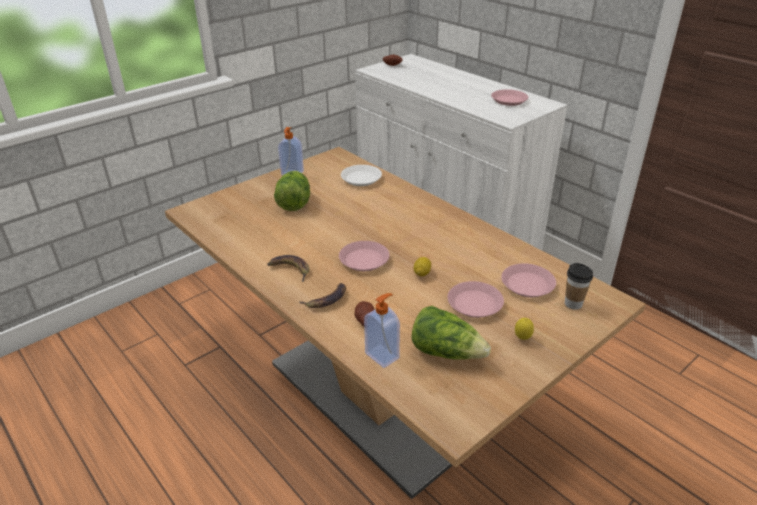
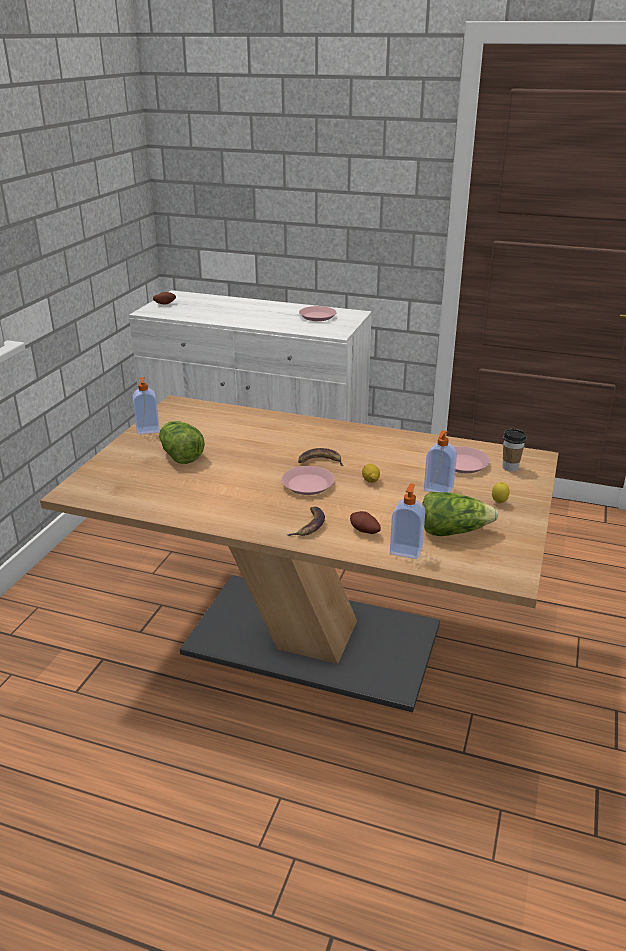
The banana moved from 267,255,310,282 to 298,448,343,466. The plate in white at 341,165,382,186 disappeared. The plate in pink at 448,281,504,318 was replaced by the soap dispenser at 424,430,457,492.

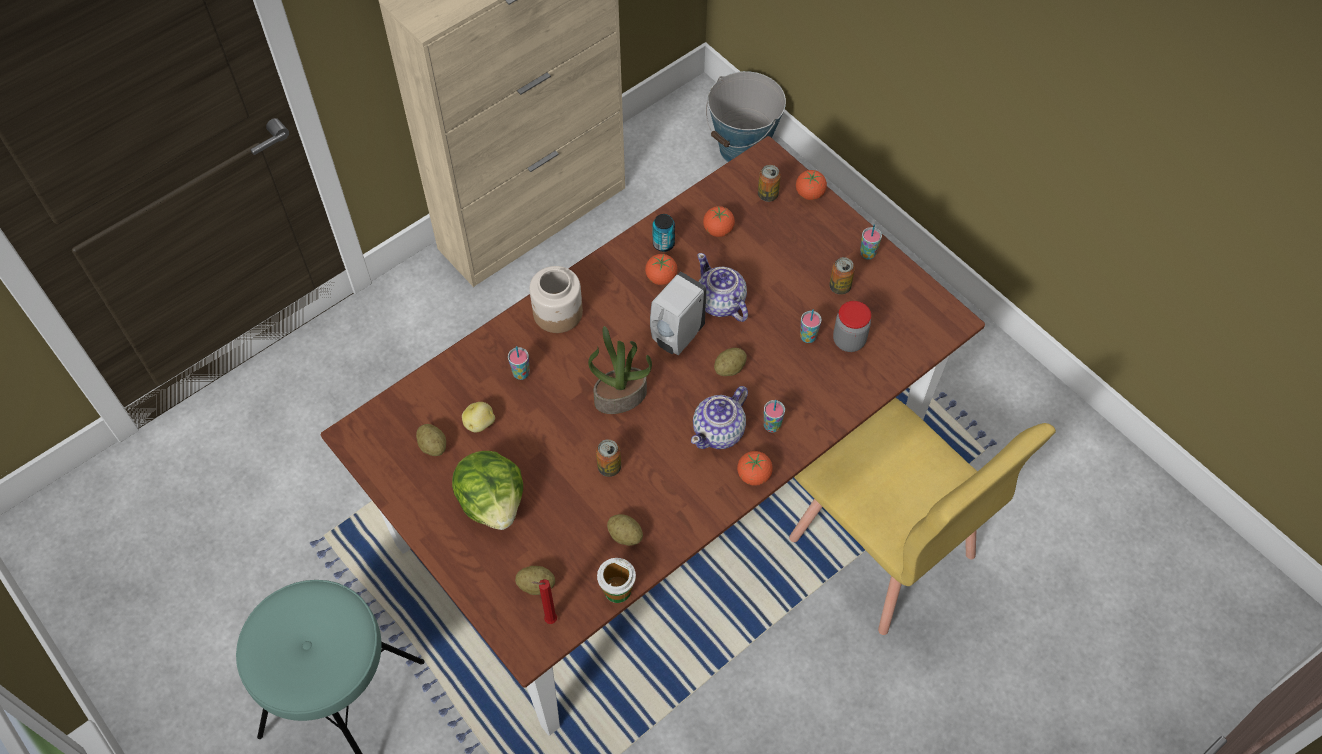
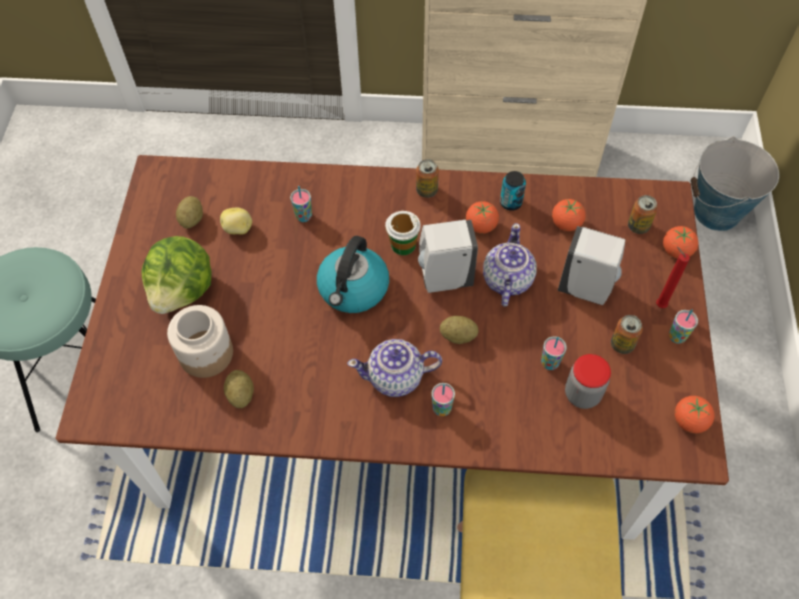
The potato at 515,566,555,595 disappeared. The jar moved from 530,266,583,333 to 167,305,233,378. The candle in red moved from 532,579,557,624 to 656,246,690,308. The potted plant at 588,326,652,414 was replaced by the kettle at 317,236,389,313. The can moved from 596,439,621,477 to 416,159,439,198. The cup moved from 597,558,636,603 to 385,211,421,255. The tomato moved from 737,451,773,486 to 675,396,714,433. The soap dispenser in white at 558,226,625,305 appeared.

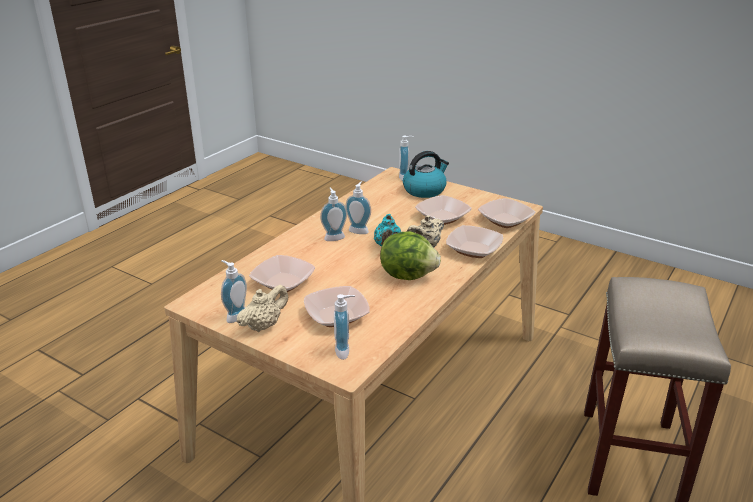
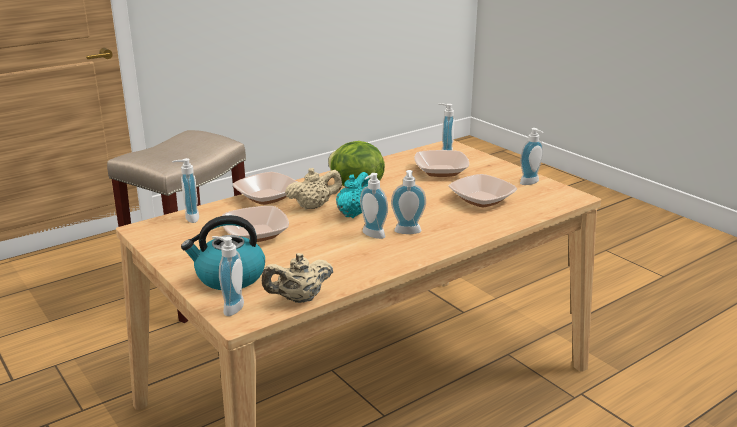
The teapot in beige moved from 237,285,288,332 to 262,253,333,303. The bowl at 478,198,535,228 was replaced by the soap dispenser at 172,158,199,223.

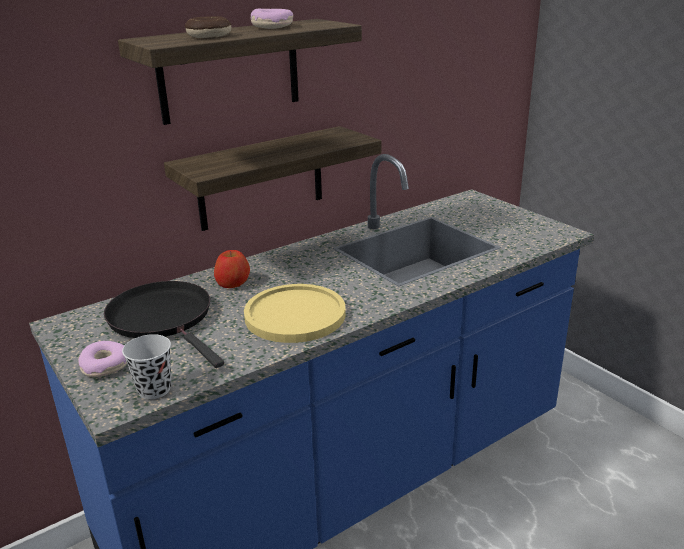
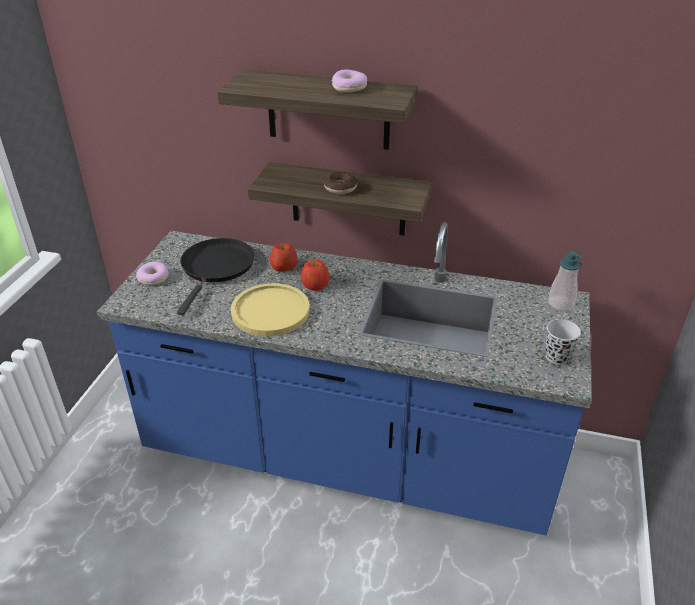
The cup in black moved from 122,334,171,399 to 545,319,581,365. The donut moved from 185,16,231,38 to 324,172,357,194. The apple at 301,259,330,291 appeared. The soap dispenser at 548,251,583,311 appeared.

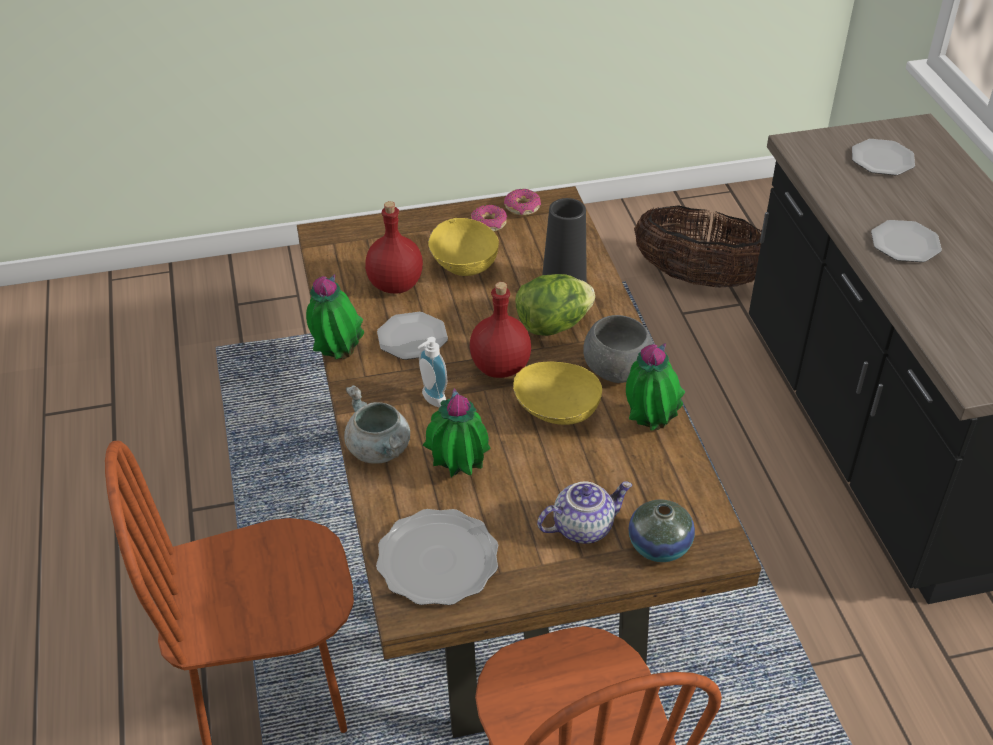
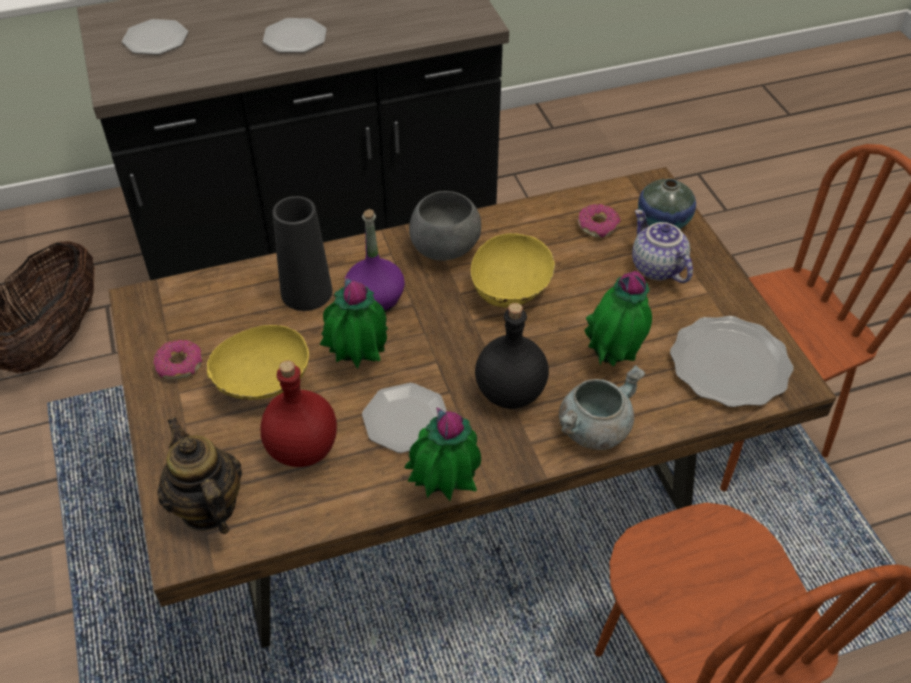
The soap dispenser at 418,337,447,408 was replaced by the bottle in black at 475,303,549,409. The bottle in red at 470,282,531,378 disappeared. The donut moved from 504,189,541,216 to 578,204,621,238. The lettuce at 515,274,595,336 was replaced by the bottle in purple at 344,209,405,312. The potted plant moved from 626,343,685,430 to 320,276,388,369. The teapot at 157,417,242,534 appeared.

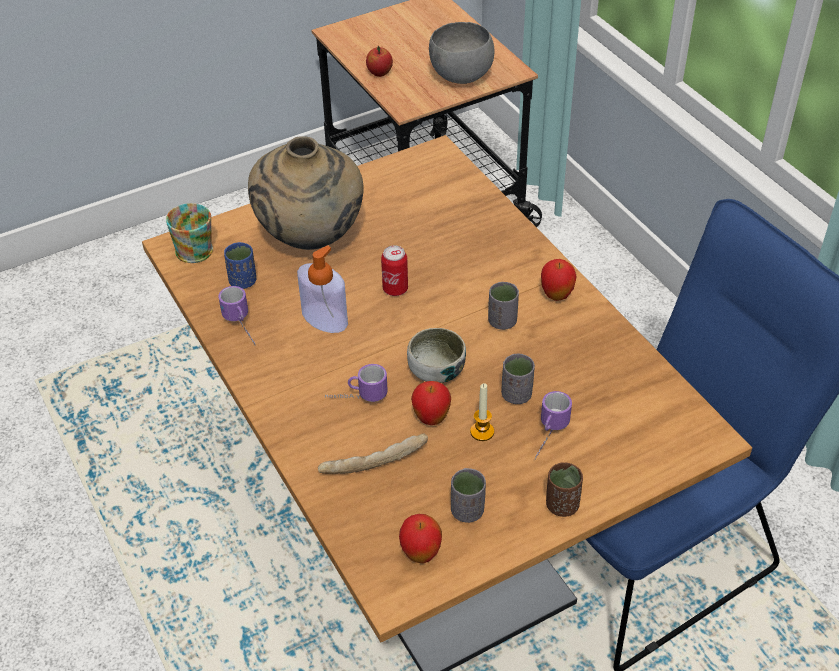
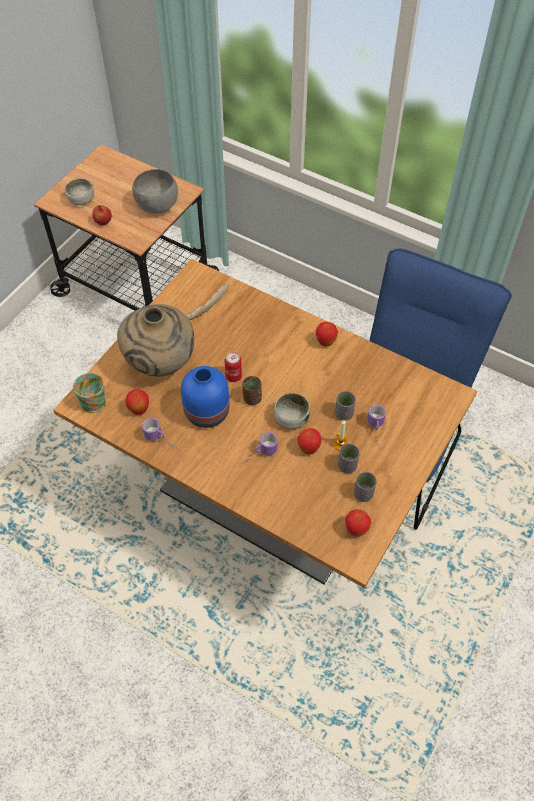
The cup in blue at 224,242,256,289 was replaced by the apple at 125,389,149,415. The soap dispenser at 297,245,348,333 was replaced by the vase in blue at 181,366,230,428. The bread moved from 318,433,428,474 to 186,283,229,320. The cup in grey moved from 488,282,519,330 to 338,444,360,473. The cup in brown moved from 546,462,583,517 to 242,376,262,405. The bowl at 65,178,94,205 appeared.

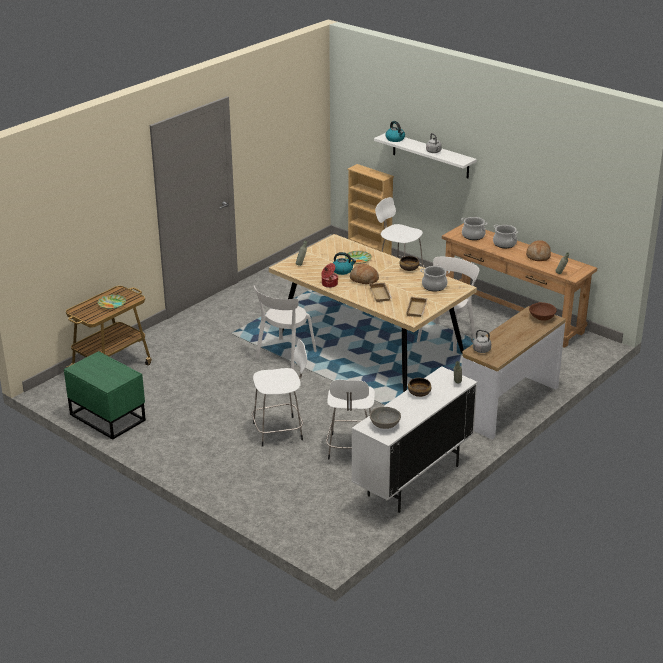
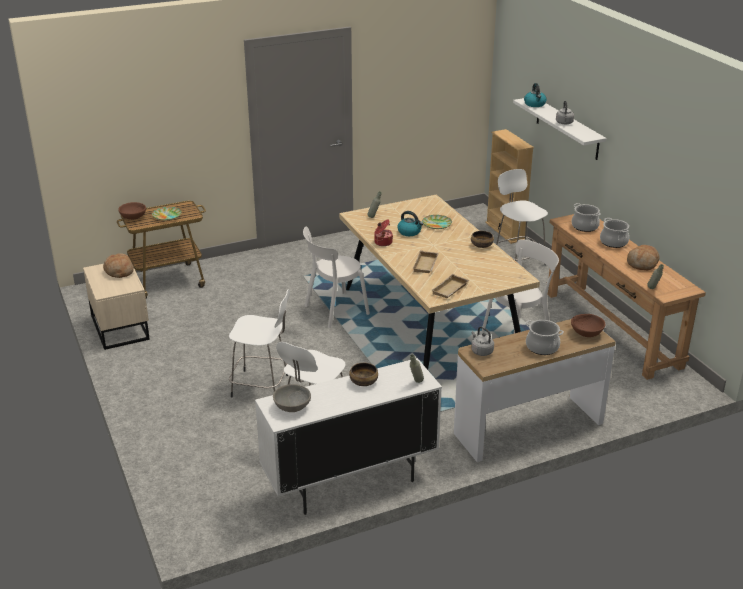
The nightstand in green at 64,351,146,439 became the nightstand in beige at 83,264,150,350. The bread moved from 350,263,379,284 to 103,253,134,278. The cooking pot moved from 420,266,450,292 to 526,320,564,355. The bowl in brown at 118,202,146,220 appeared.

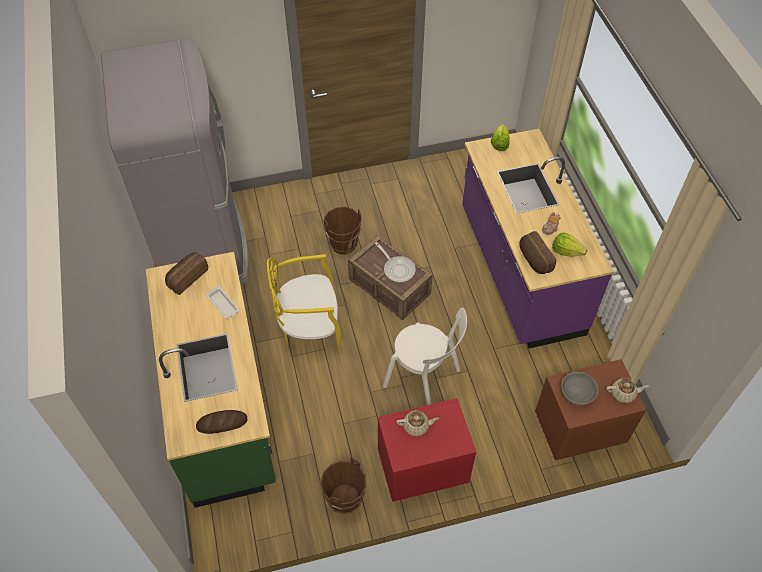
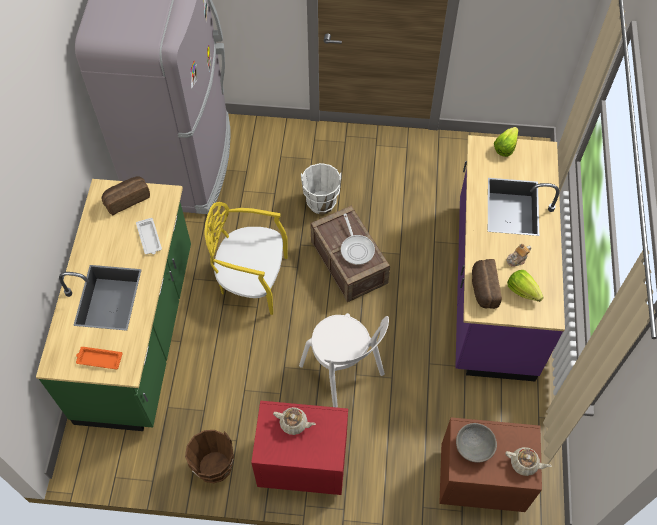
The bread at 196,410,248,434 was replaced by the tray in orange at 76,347,123,369. The bucket in brown at 324,206,361,255 became the bucket in white at 301,163,341,214.

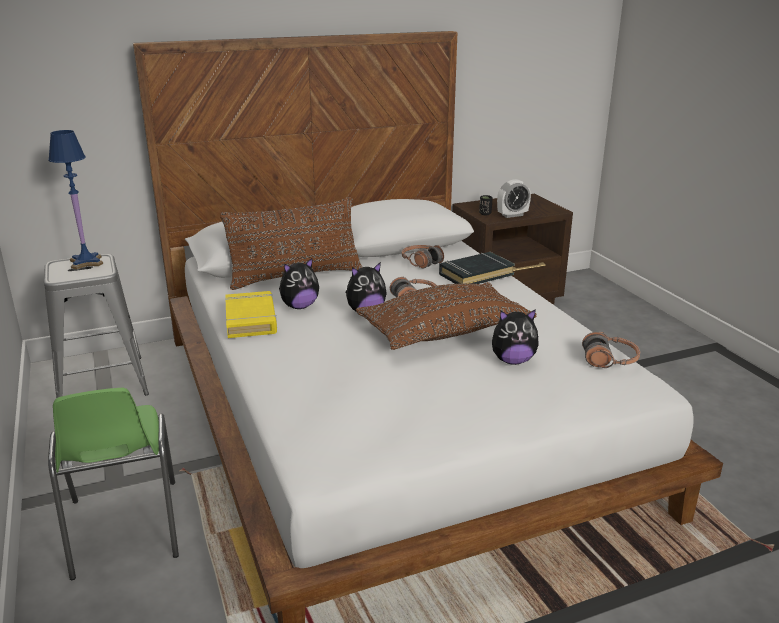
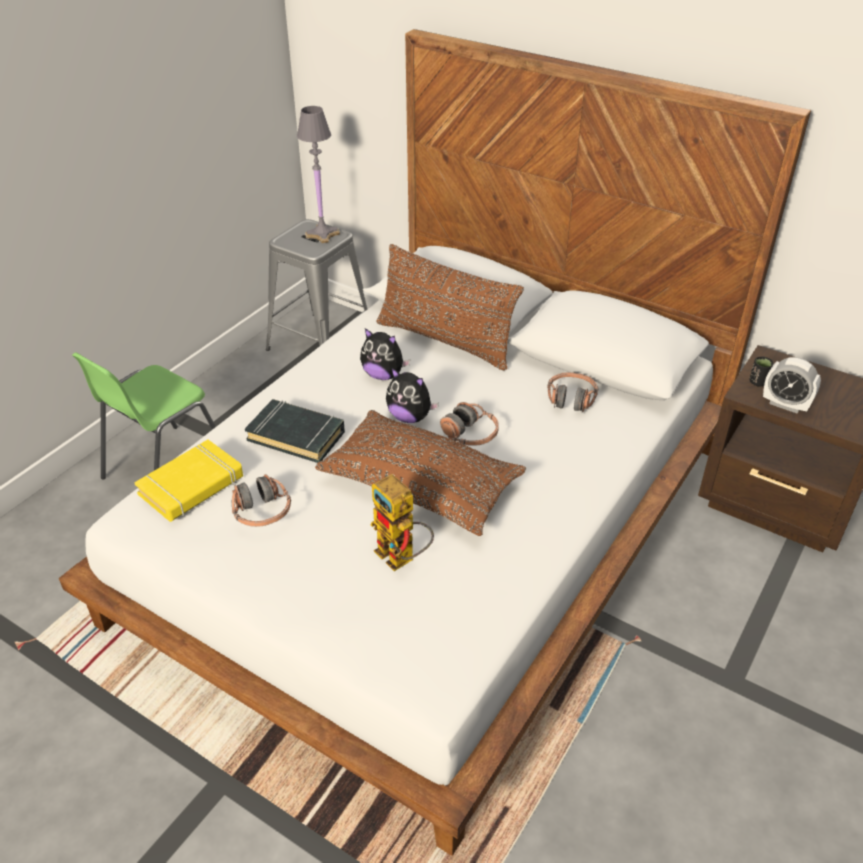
The table lamp in blue at 48,130,103,269 became the table lamp in grey at 297,106,340,243. The book in yellow moved from 225,291,277,338 to 134,440,243,522. The book in black moved from 439,252,515,284 to 245,399,345,463. The plush toy at 492,309,539,365 was replaced by the toy robot at 371,474,434,571. The headphones moved from 582,332,640,368 to 232,474,291,527.

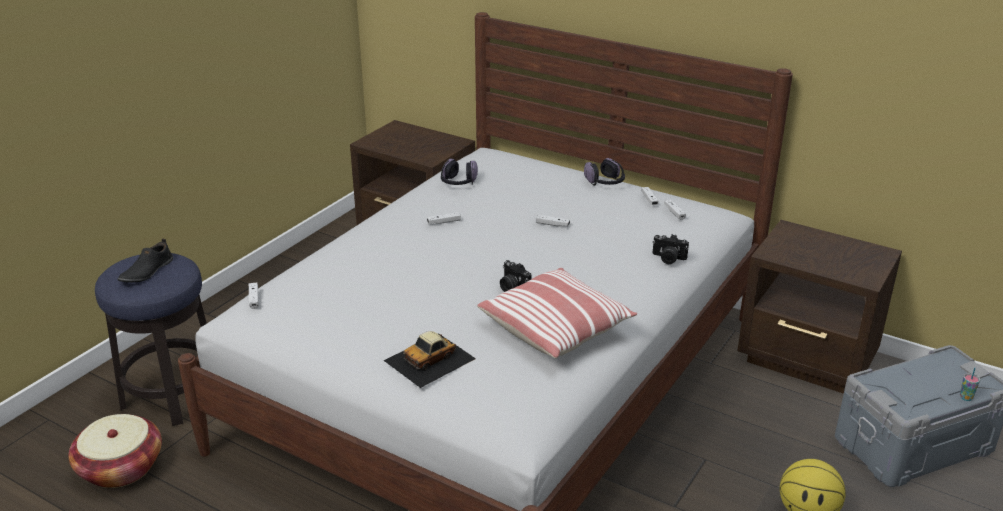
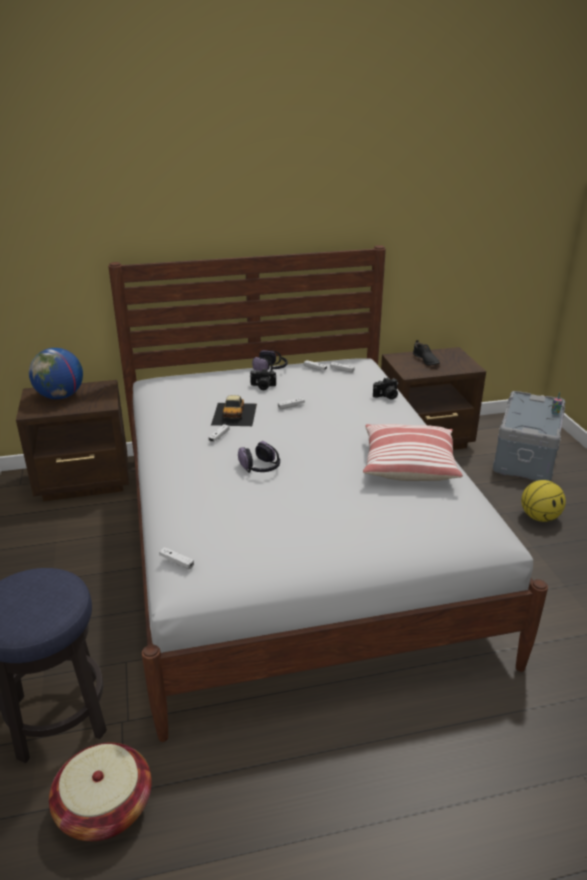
The shoe in black moved from 117,238,173,283 to 413,340,440,365. The toy car moved from 383,331,476,388 to 211,395,257,426. The headphones moved from 441,158,478,185 to 238,441,280,473. The photo camera moved from 500,260,532,292 to 250,368,276,390. The globe at 29,348,83,399 appeared.

